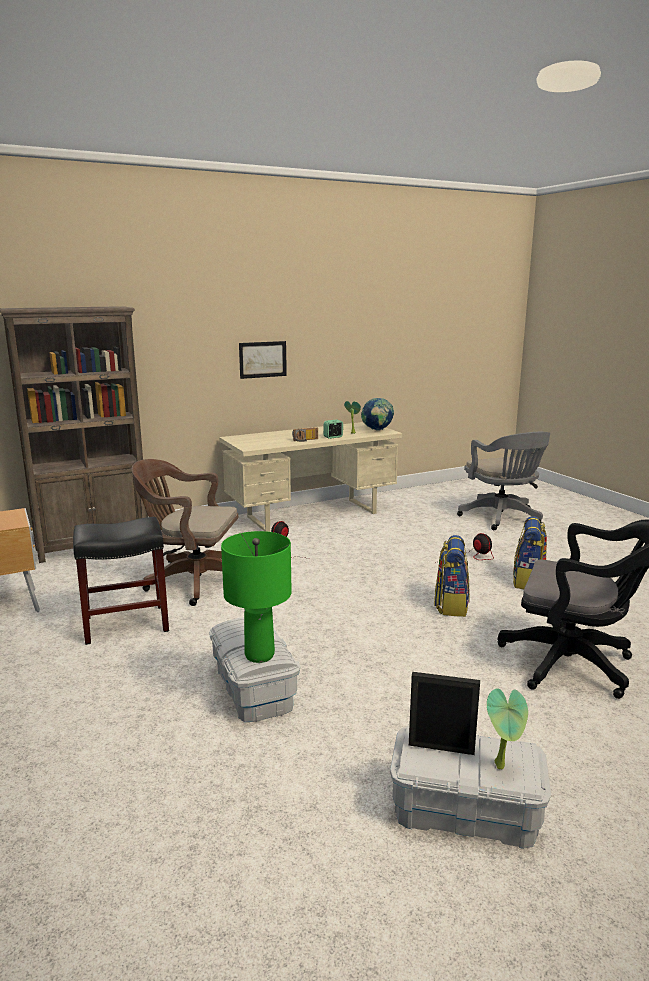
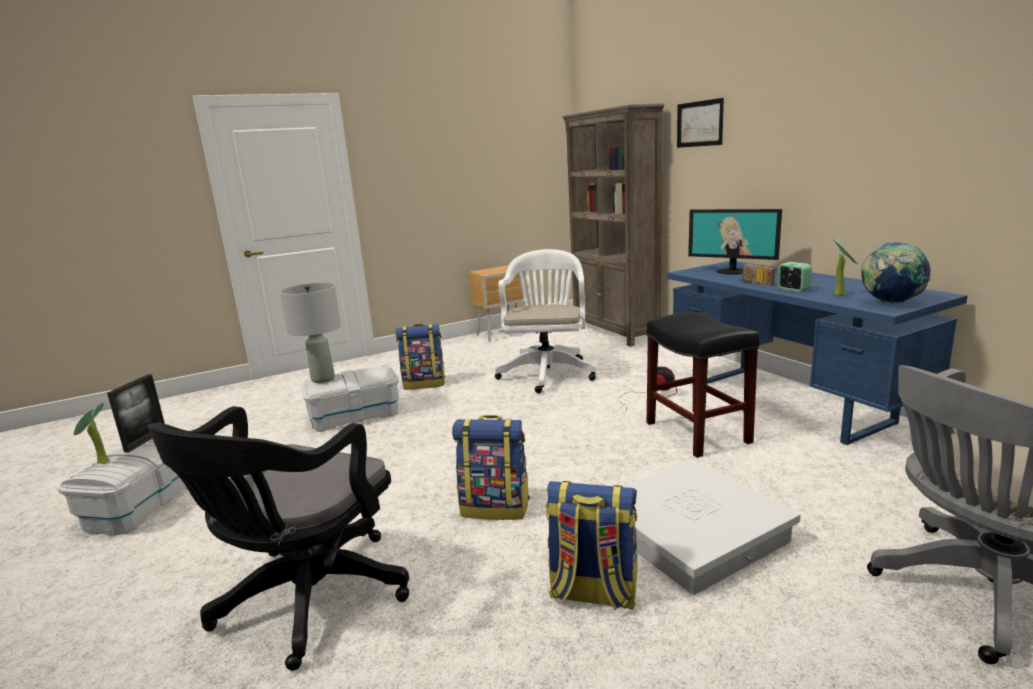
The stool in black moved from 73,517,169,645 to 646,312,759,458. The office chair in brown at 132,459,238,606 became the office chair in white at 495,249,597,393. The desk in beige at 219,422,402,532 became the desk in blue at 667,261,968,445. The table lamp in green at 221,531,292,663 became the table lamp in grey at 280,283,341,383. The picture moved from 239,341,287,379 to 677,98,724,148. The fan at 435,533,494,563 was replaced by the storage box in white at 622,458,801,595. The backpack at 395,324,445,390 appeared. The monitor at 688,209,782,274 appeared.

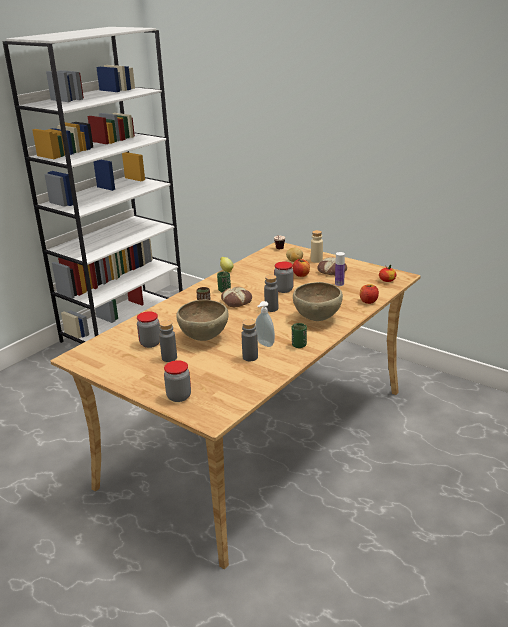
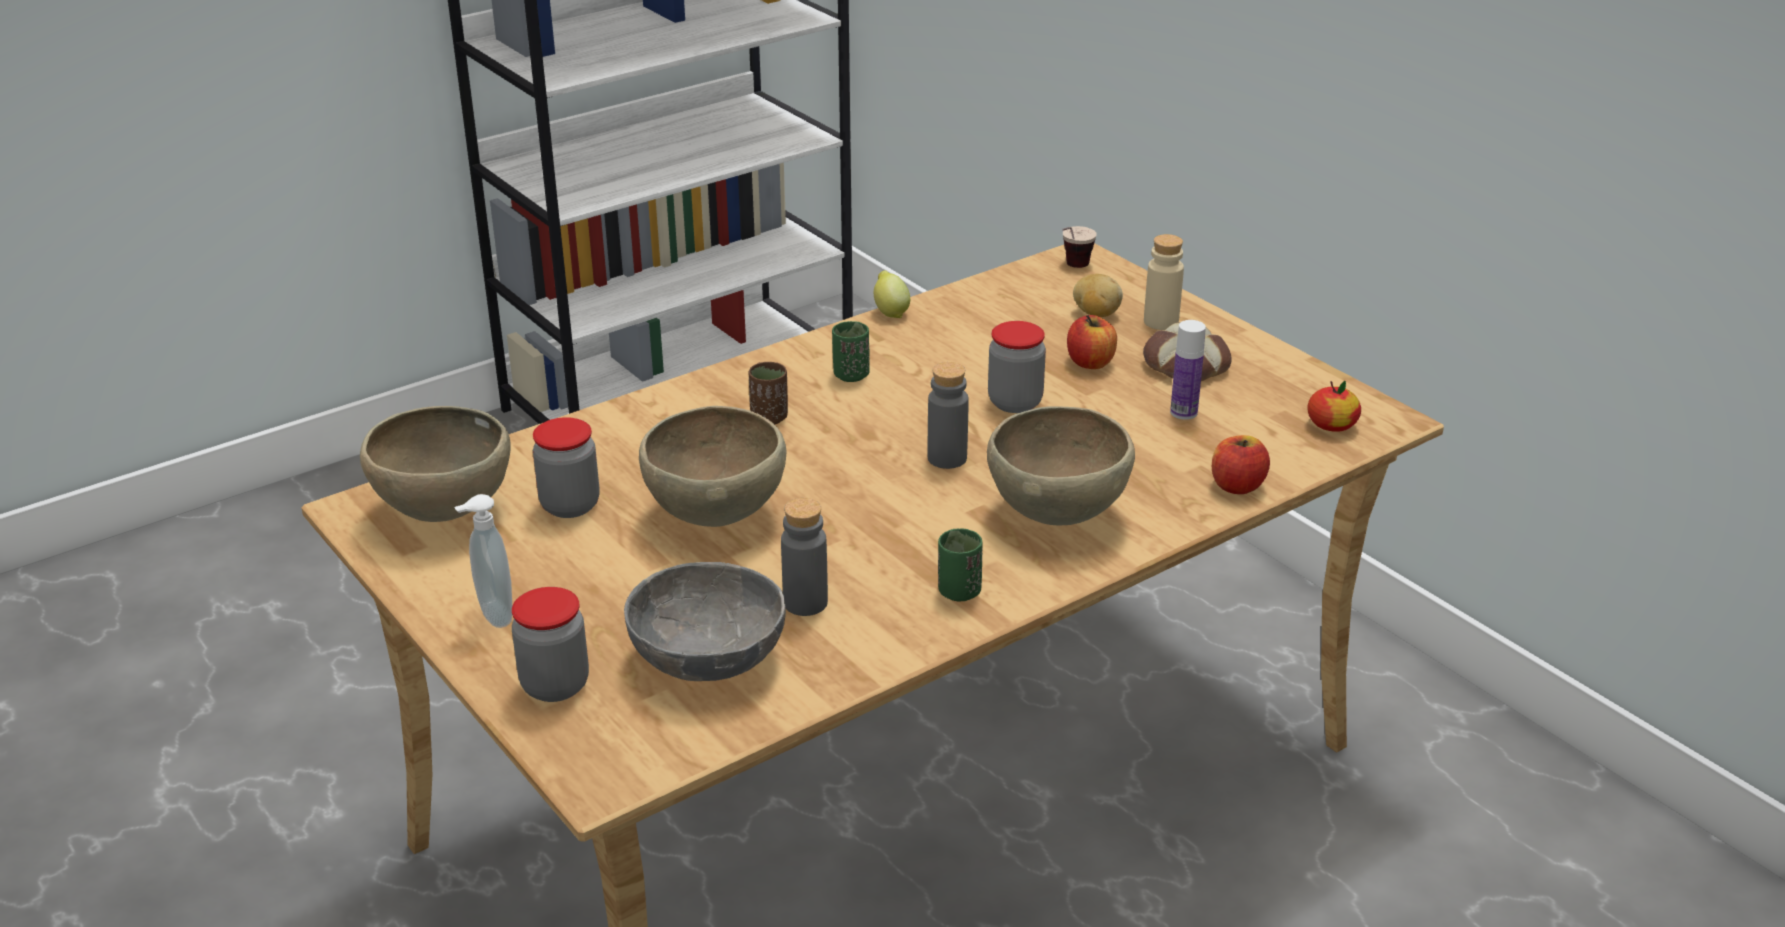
The bottle in grey at 159,320,177,362 disappeared. The bread at 221,287,252,307 disappeared. The soap dispenser moved from 255,301,275,347 to 454,494,512,628. The bowl in brown at 360,406,511,522 appeared. The bowl in grey at 624,562,786,681 appeared.

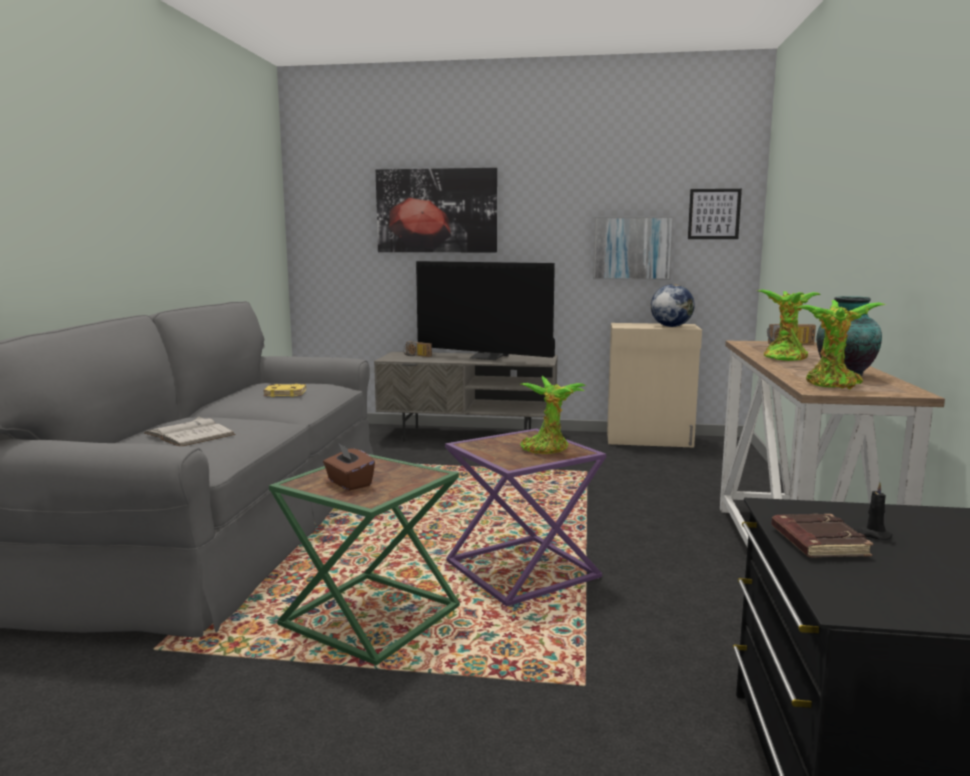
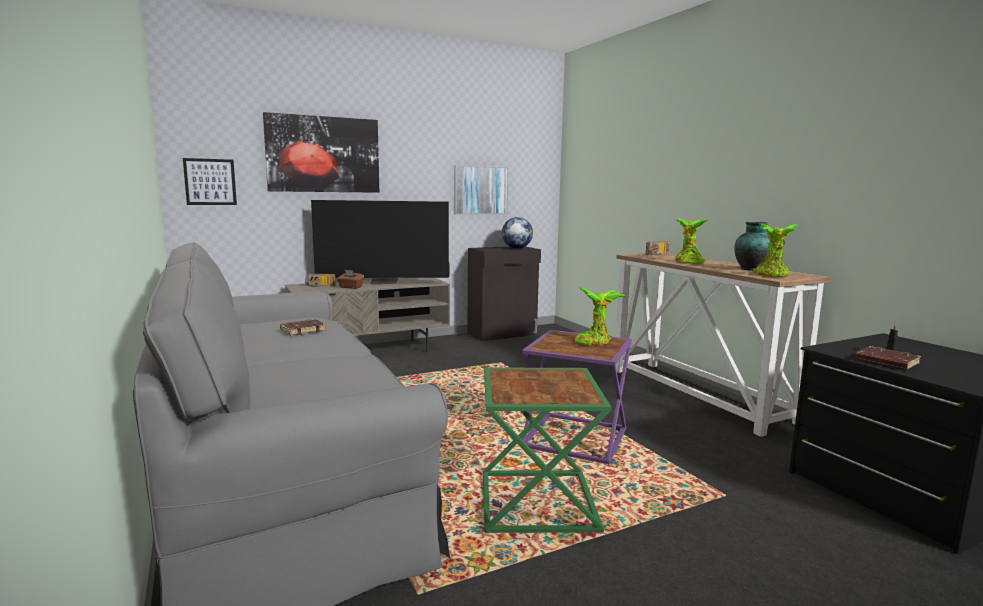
The book in white at 144,416,236,446 disappeared. The book in yellow at 263,384,306,397 became the book in brown at 280,319,326,335. The tissue box in brown moved from 323,444,375,491 to 337,269,364,289. The cabinet in beige at 607,323,702,448 became the cabinet in black at 467,246,541,341. The picture moved from 688,189,742,239 to 183,158,237,205.

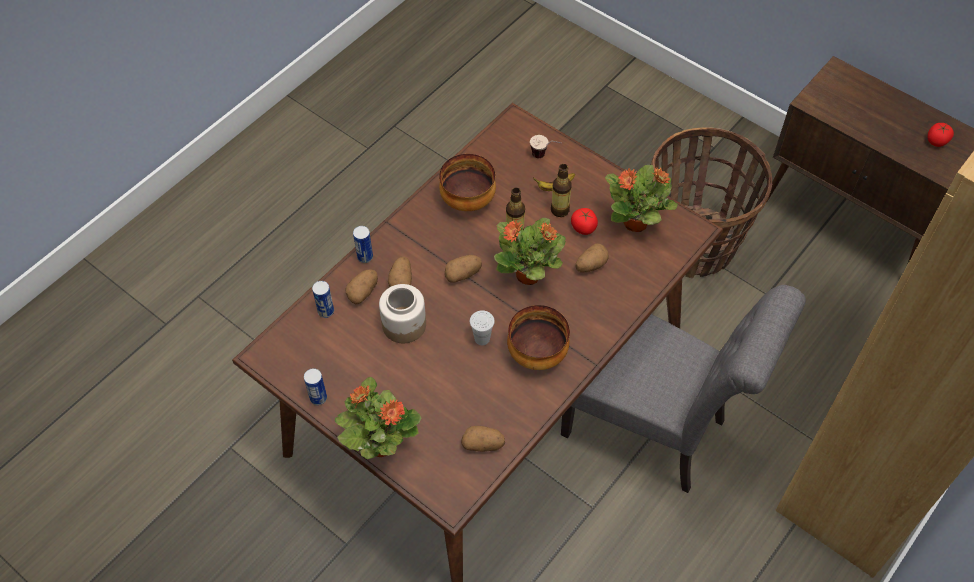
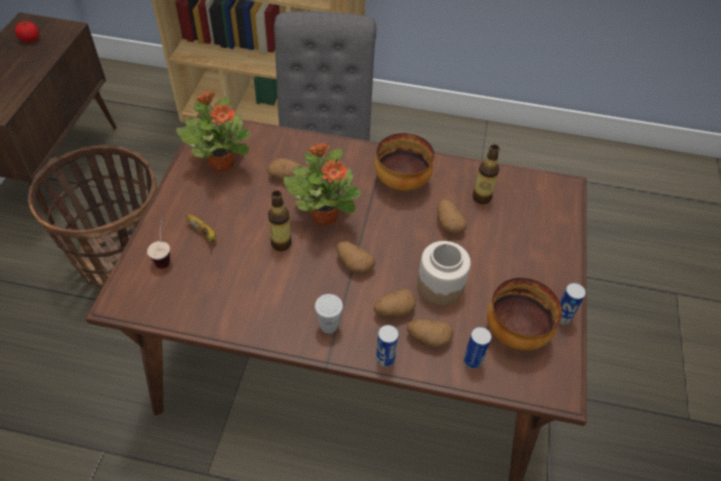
The potted plant at 335,377,421,459 disappeared. The bowl moved from 439,154,496,211 to 487,278,562,350. The potato moved from 461,426,505,452 to 437,199,467,234. The cup in white moved from 470,310,495,345 to 315,294,343,334. The bottle moved from 551,164,572,217 to 472,144,500,204. The tomato at 571,208,598,235 disappeared.

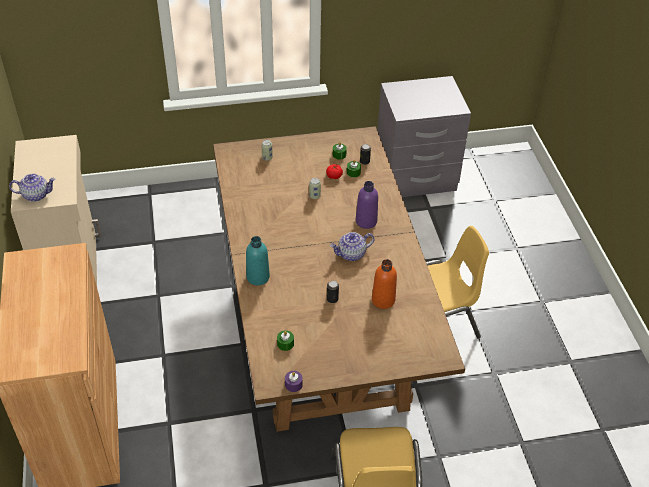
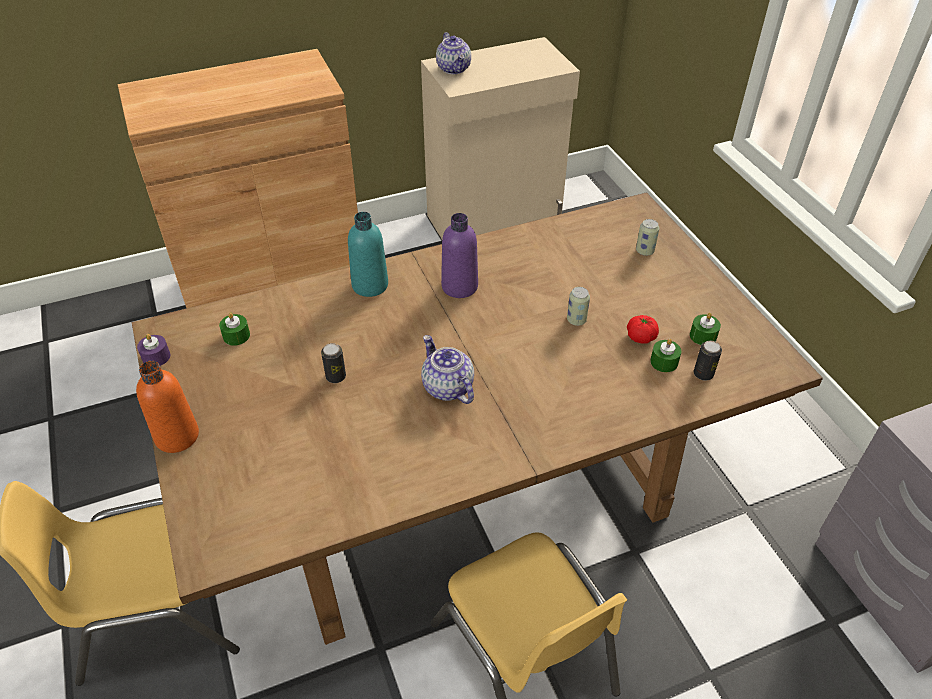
The bottle in purple moved from 356,181,378,229 to 441,213,478,298. The bottle in orange moved from 372,259,397,309 to 136,361,199,453.

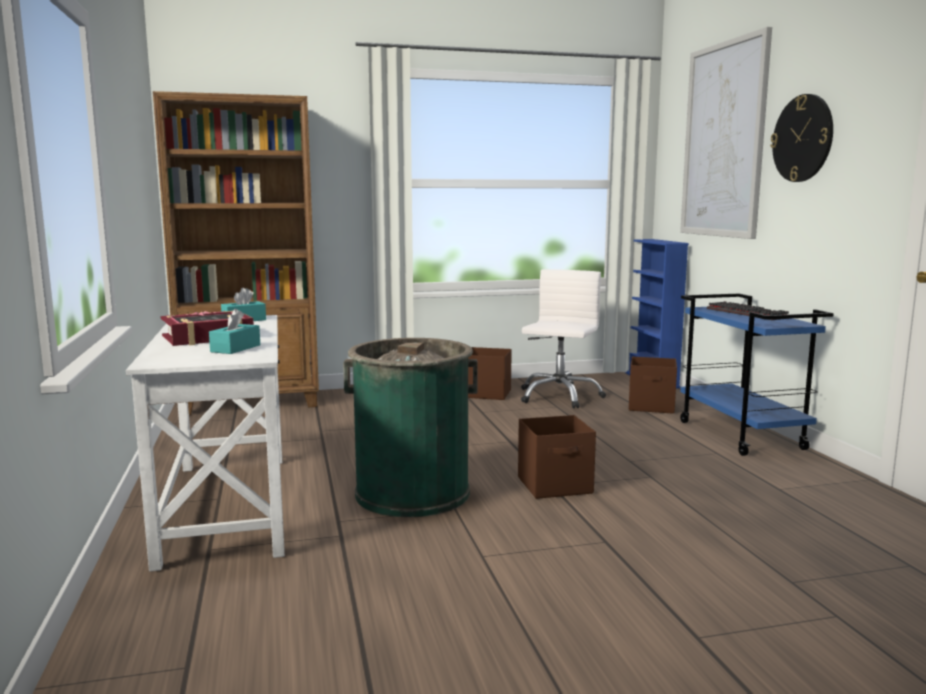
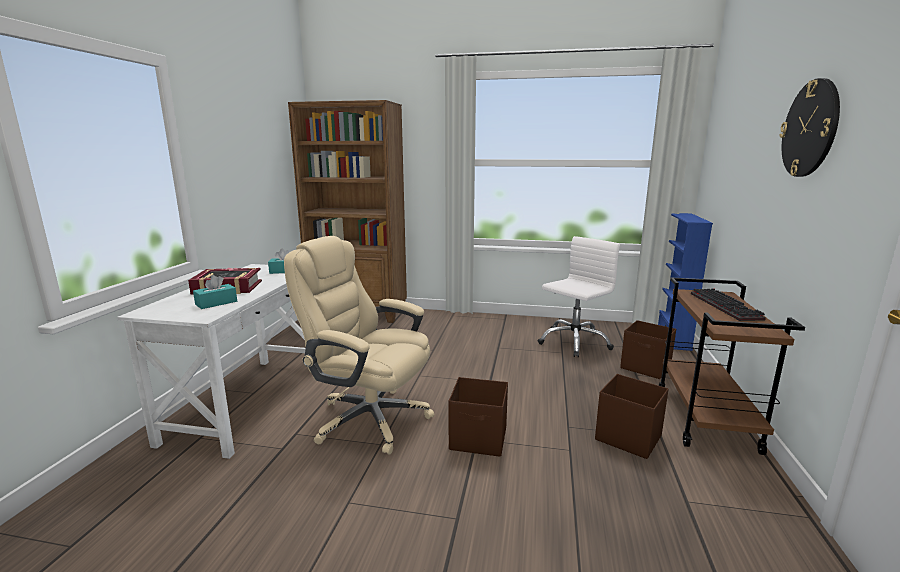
The trash can in green at 343,338,478,517 was replaced by the office chair in beige at 284,236,435,455. The storage box in brown moved from 468,347,512,400 to 595,374,669,459. The picture at 680,27,772,239 disappeared. The cart in blue at 680,294,834,456 became the cart in brown at 659,278,805,455.

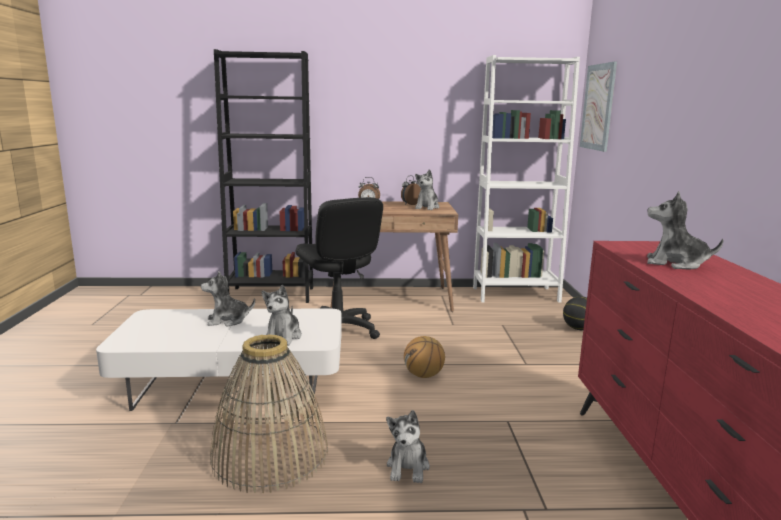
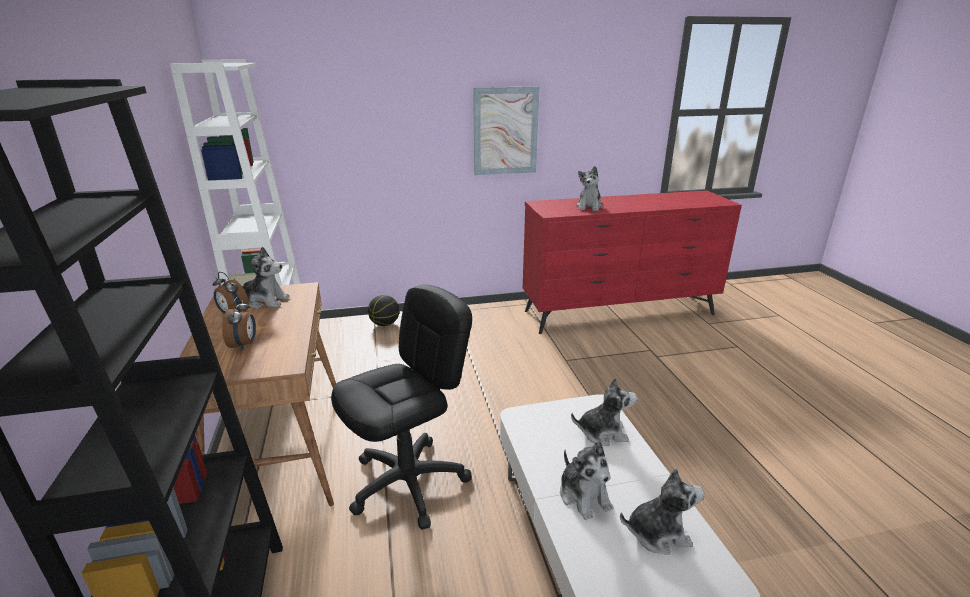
The basket at 210,334,328,493 disappeared. The plush toy moved from 386,410,430,483 to 620,468,705,555. The basketball at 404,336,445,378 disappeared. The picture moved from 580,61,617,152 to 473,86,540,175.

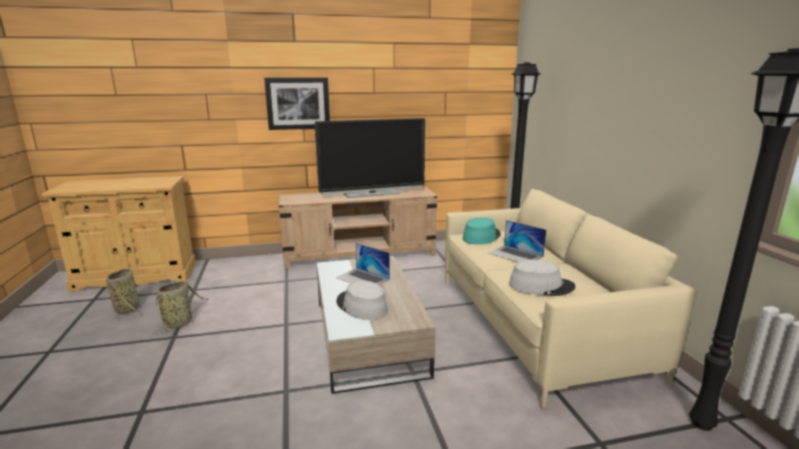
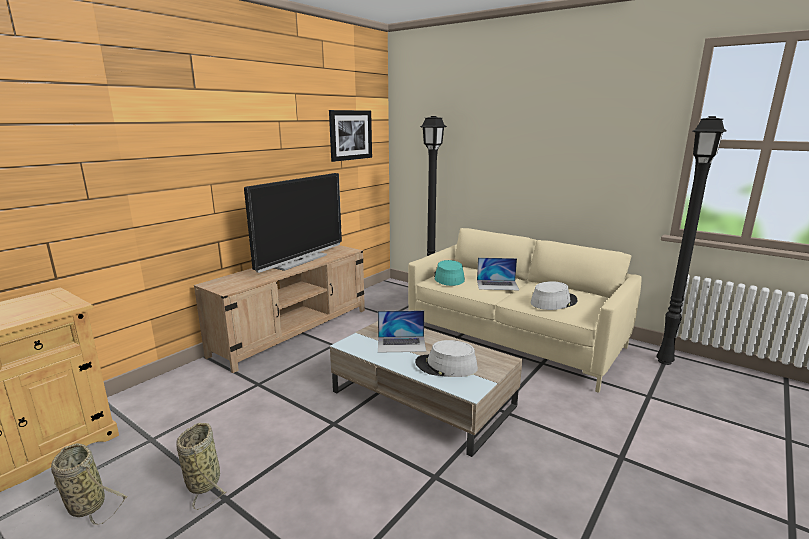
The picture moved from 264,77,330,130 to 329,110,372,162.

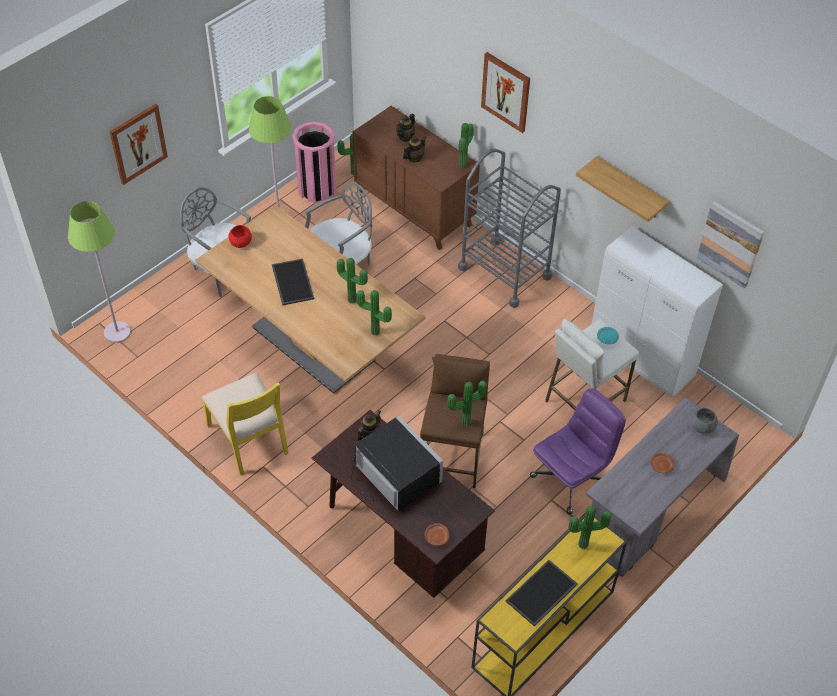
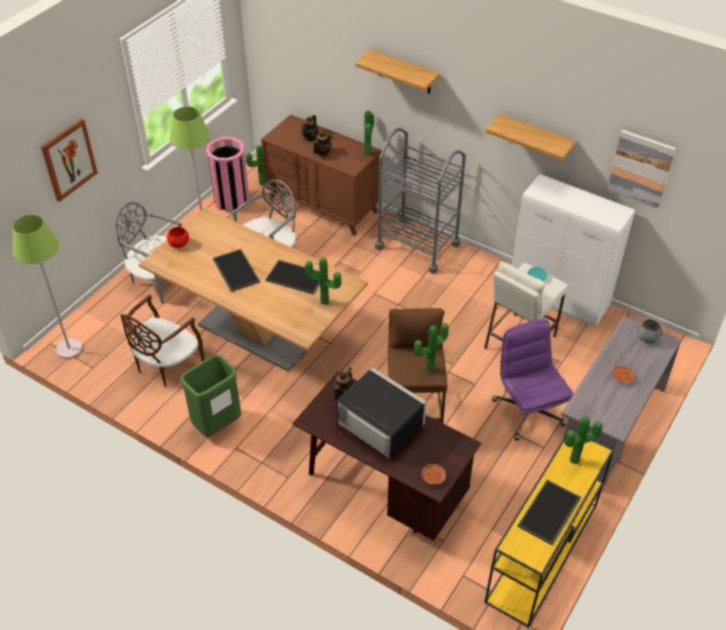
The chair in yellow at 202,373,289,475 was replaced by the trash can in green at 180,355,241,437. The potted plant at 337,258,368,304 was replaced by the tray at 265,260,320,295. The picture at 481,52,530,133 was replaced by the shelf at 355,50,440,94. The office chair in purple at 530,388,626,515 turned 60 degrees counterclockwise. The chair in brown at 120,294,205,388 appeared.

